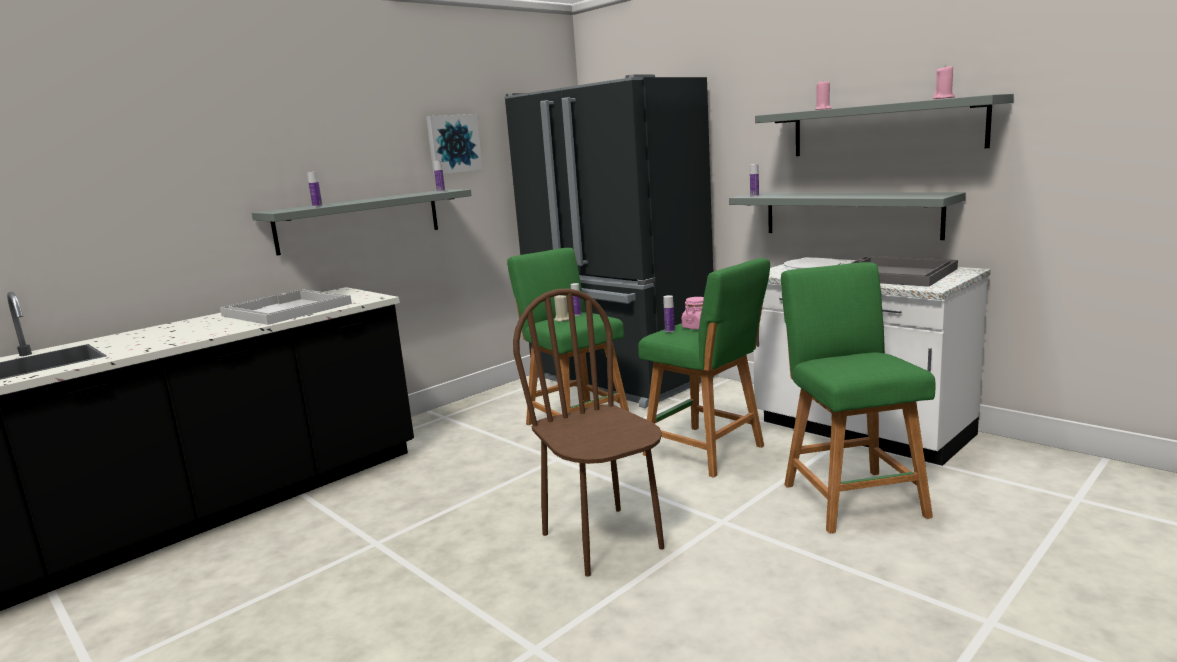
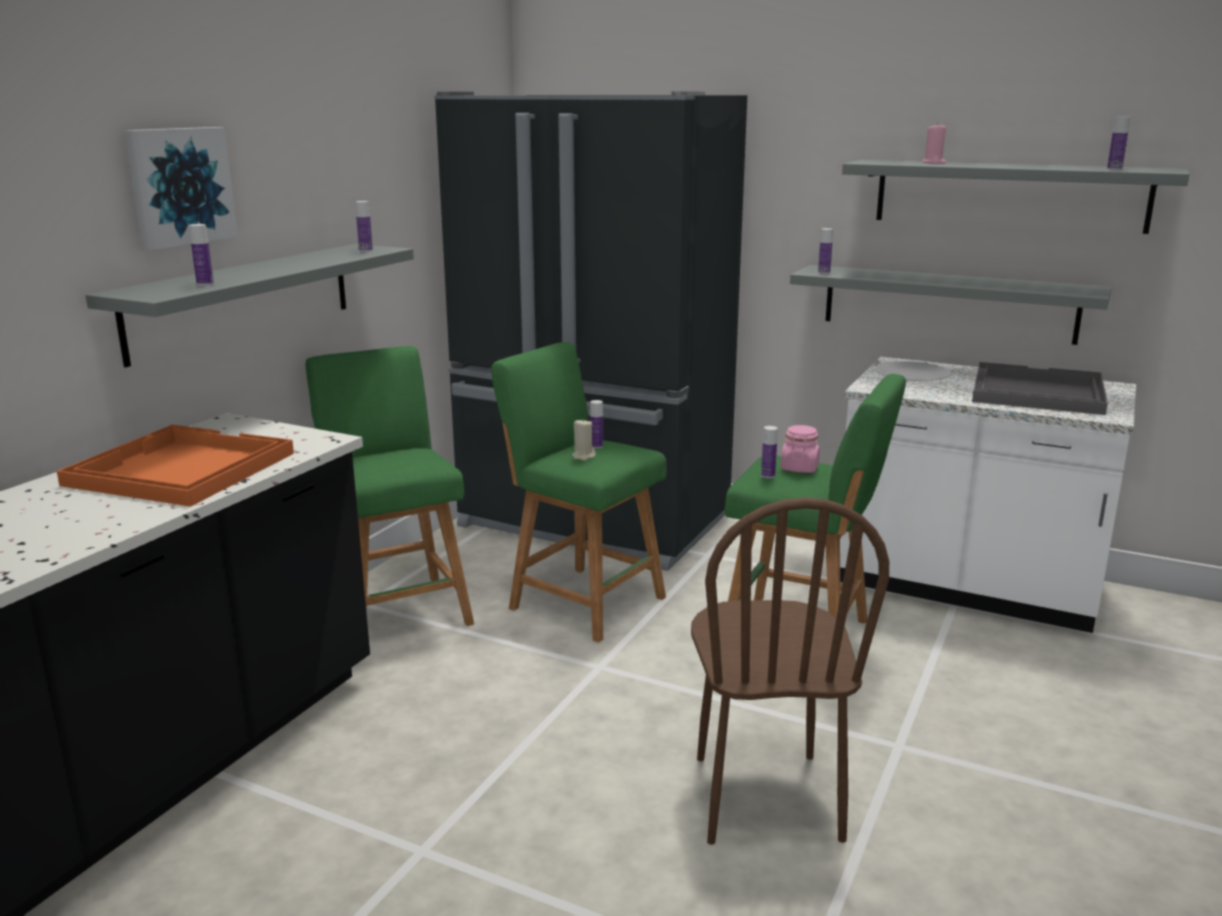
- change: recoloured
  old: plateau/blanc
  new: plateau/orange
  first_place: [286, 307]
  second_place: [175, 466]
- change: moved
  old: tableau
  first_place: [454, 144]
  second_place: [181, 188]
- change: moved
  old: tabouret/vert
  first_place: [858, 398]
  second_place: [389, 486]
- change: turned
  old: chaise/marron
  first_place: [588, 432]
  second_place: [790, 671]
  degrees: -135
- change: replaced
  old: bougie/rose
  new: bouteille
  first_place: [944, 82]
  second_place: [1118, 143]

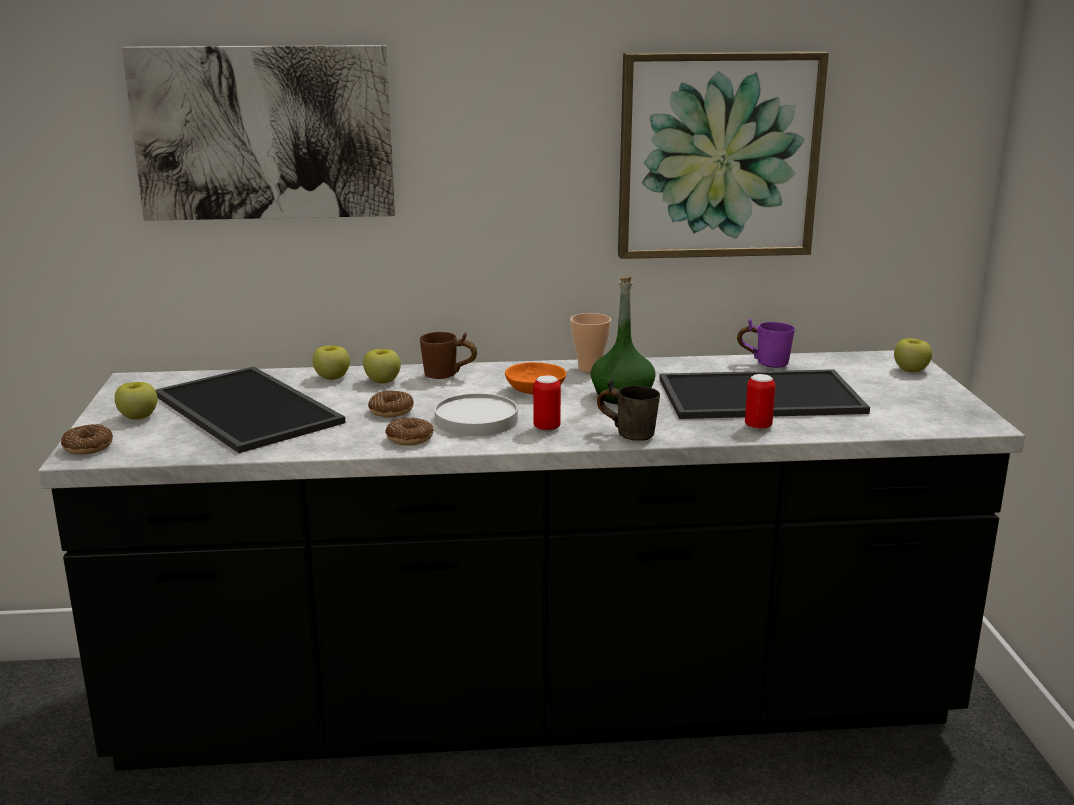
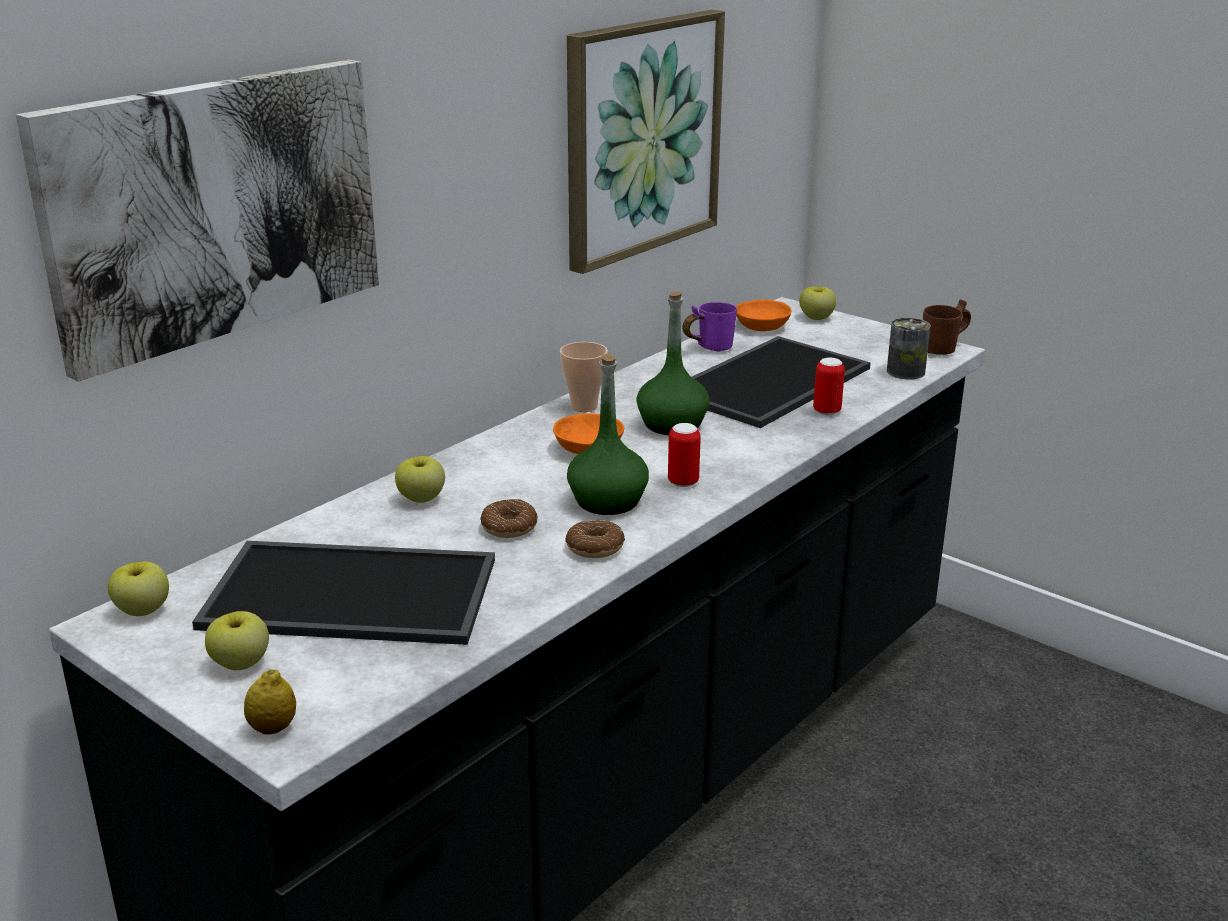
- change: moved
  old: pomme
  first_place: [331, 362]
  second_place: [138, 588]
- change: replaced
  old: beignet
  new: citron
  first_place: [87, 439]
  second_place: [270, 702]
- change: replaced
  old: assiette/blanc
  new: bouteille/vert
  first_place: [476, 414]
  second_place: [608, 434]
- change: added
  new: bol/orange
  second_place: [764, 315]
- change: added
  new: boîte métallique
  second_place: [909, 348]
- change: moved
  old: mug/marron
  first_place: [448, 355]
  second_place: [947, 327]
- change: removed
  old: mug/gris
  first_place: [628, 410]

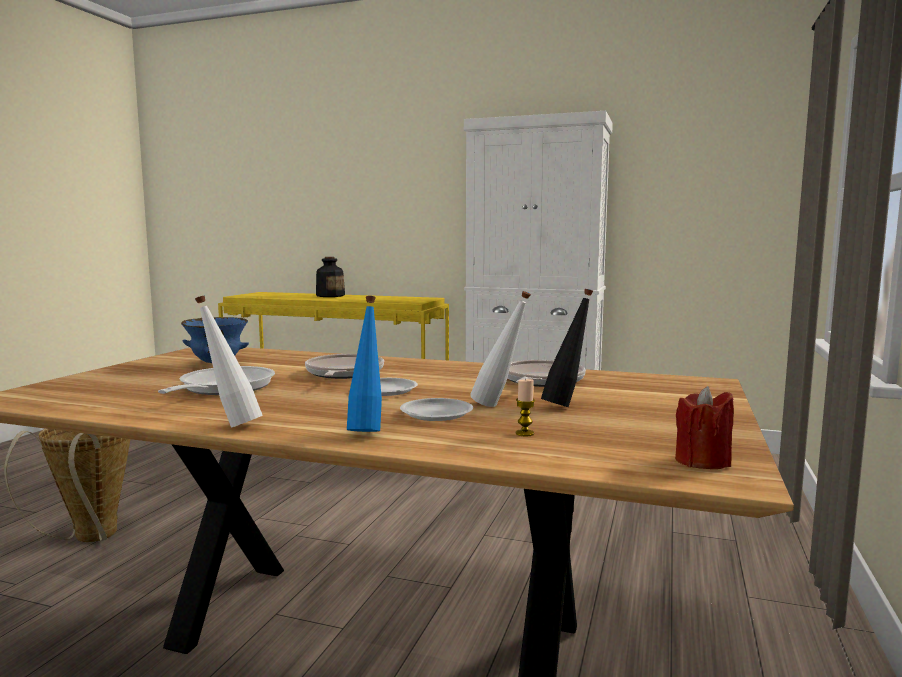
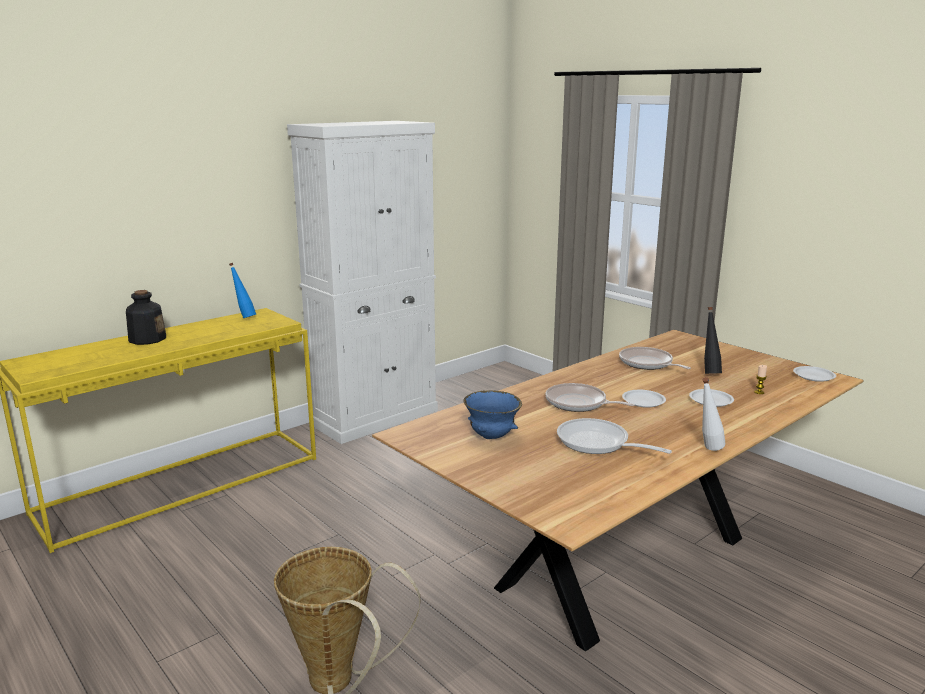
- change: moved
  old: bouteille/bleu
  first_place: [364, 364]
  second_place: [242, 290]
- change: replaced
  old: bougie/rouge
  new: assiette/blanc
  first_place: [704, 427]
  second_place: [814, 374]
- change: removed
  old: bouteille/blanc
  first_place: [500, 349]

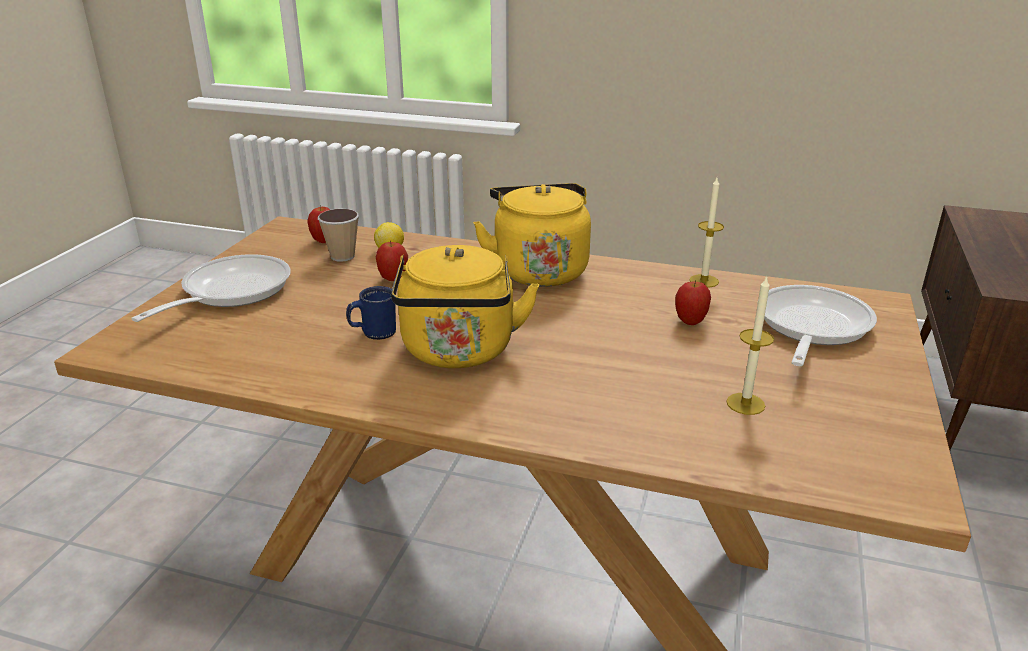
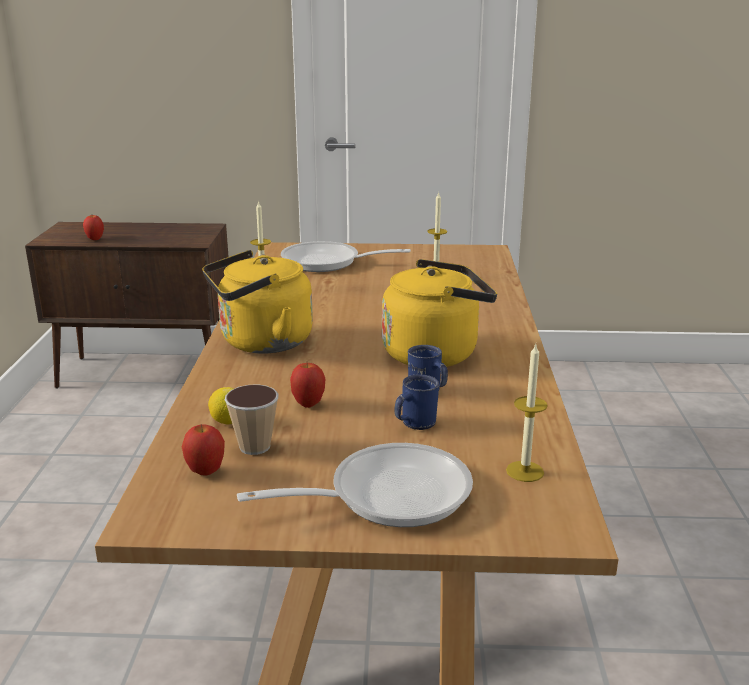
- change: moved
  old: pomme
  first_place: [693, 303]
  second_place: [93, 227]
- change: turned
  old: poêle
  first_place: [211, 288]
  second_place: [355, 485]
  degrees: 150
- change: added
  new: mug/bleu
  second_place: [416, 402]
- change: added
  new: bougie
  second_place: [527, 413]

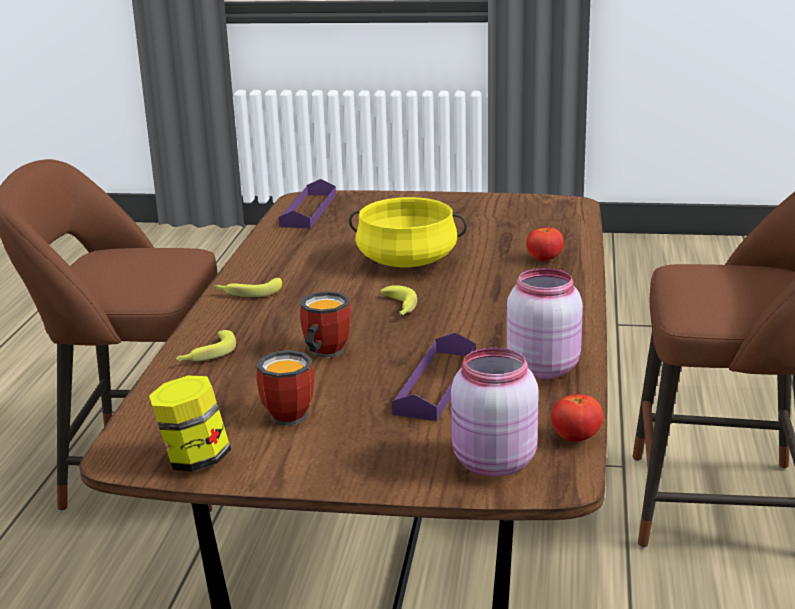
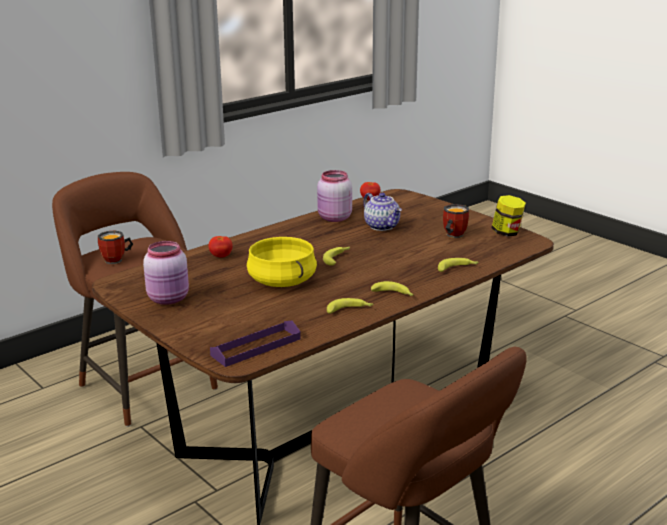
- change: moved
  old: mug
  first_place: [325, 324]
  second_place: [115, 247]
- change: moved
  old: bocal/rose
  first_place: [495, 412]
  second_place: [166, 273]
- change: added
  new: banane
  second_place: [350, 306]
- change: replaced
  old: plateau/violet
  new: théière
  first_place: [434, 376]
  second_place: [383, 212]

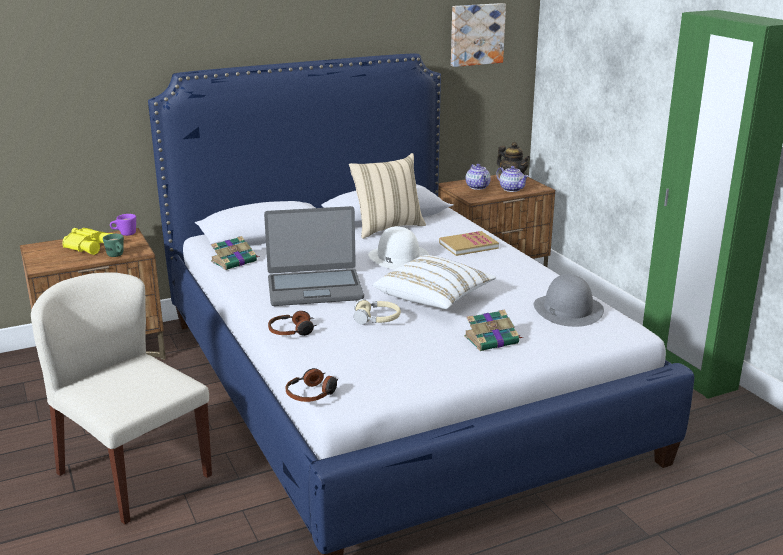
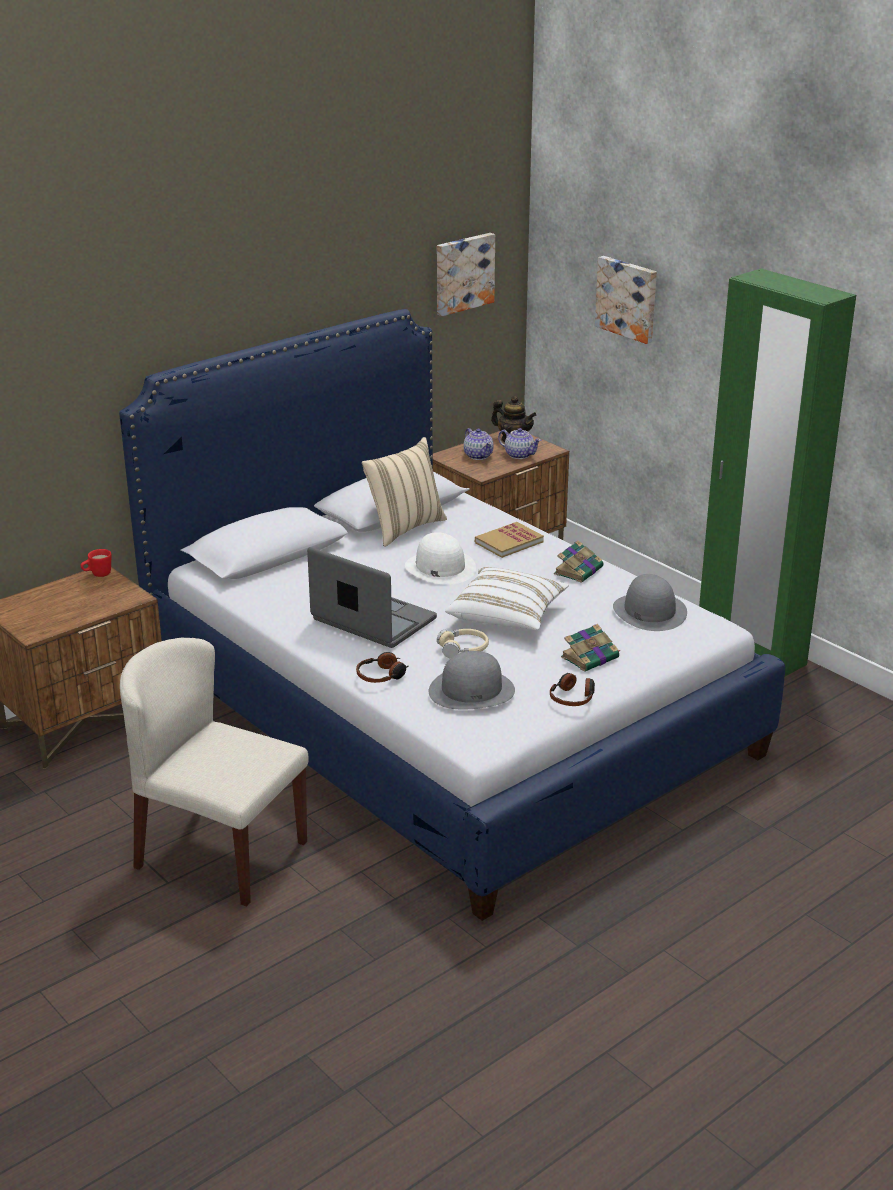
- change: recoloured
  old: mug/violet
  new: mug/rouge
  first_place: [123, 225]
  second_place: [96, 563]
- change: turned
  old: ordinateur portable
  first_place: [314, 256]
  second_place: [372, 597]
  degrees: -120
- change: added
  new: chapeau/gris
  second_place: [472, 680]
- change: moved
  old: casque audio
  first_place: [311, 385]
  second_place: [572, 689]
- change: moved
  old: livre
  first_place: [235, 253]
  second_place: [578, 561]
- change: added
  new: tableau
  second_place: [626, 300]
- change: removed
  old: jumelles/jaune
  first_place: [88, 241]
- change: removed
  old: mug/vert
  first_place: [113, 245]

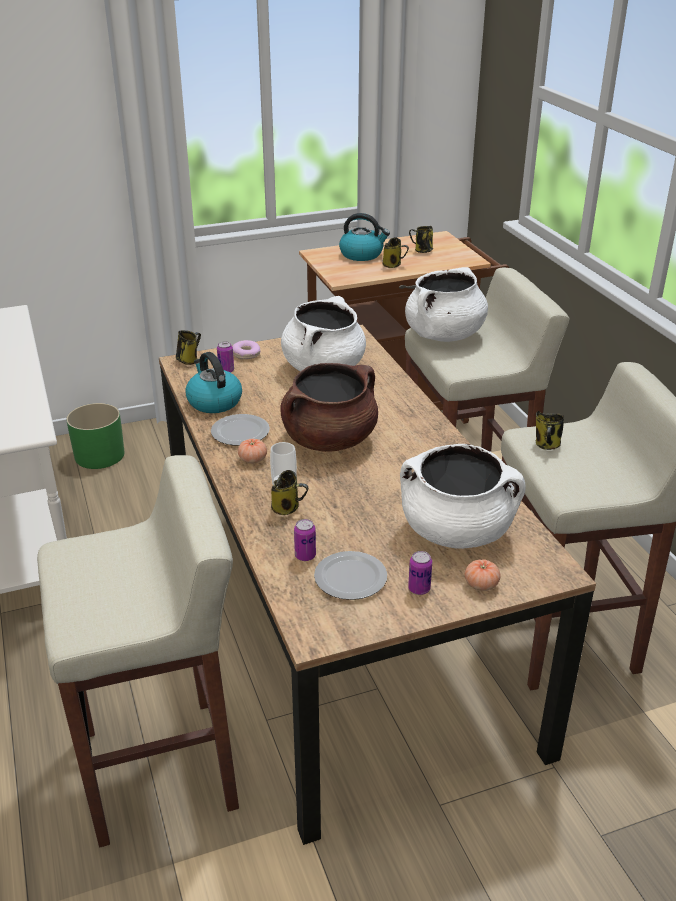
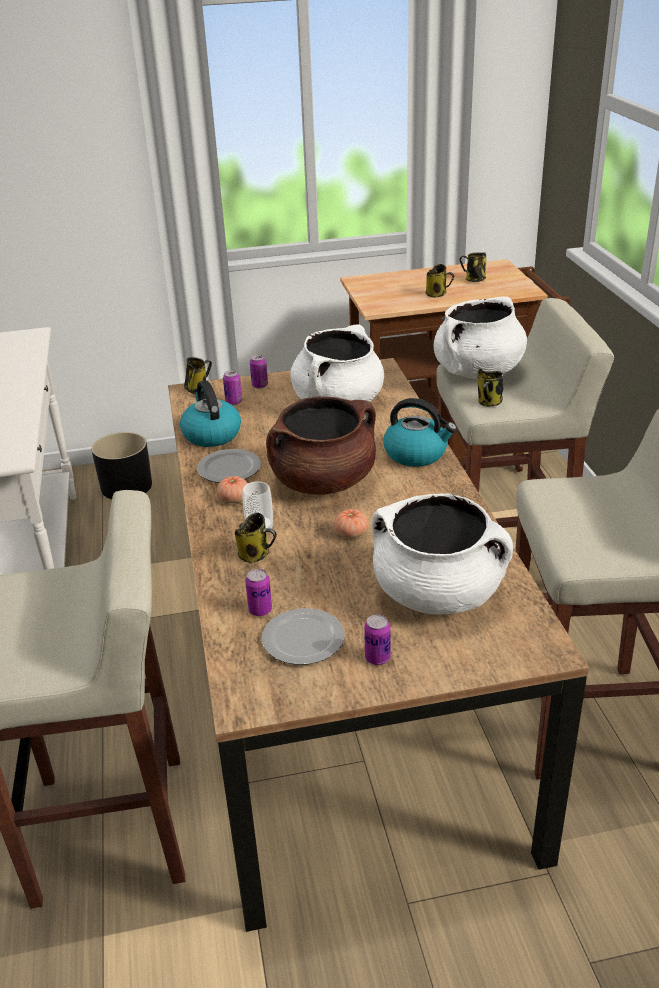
- change: recoloured
  old: cache-pot/vert
  new: cache-pot/noir
  first_place: [95, 436]
  second_place: [122, 465]
- change: replaced
  old: beignet
  new: boîte métallique
  first_place: [246, 349]
  second_place: [259, 372]
- change: moved
  old: tomate
  first_place: [482, 575]
  second_place: [351, 523]
- change: moved
  old: bouilloire
  first_place: [364, 237]
  second_place: [420, 432]
- change: moved
  old: mug
  first_place: [550, 430]
  second_place: [490, 388]

